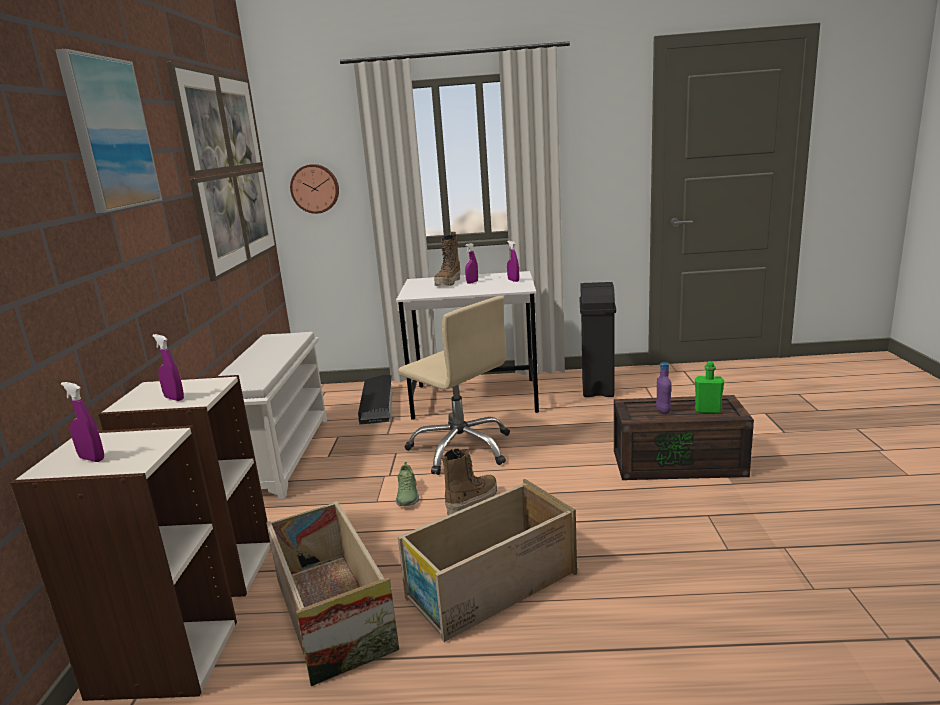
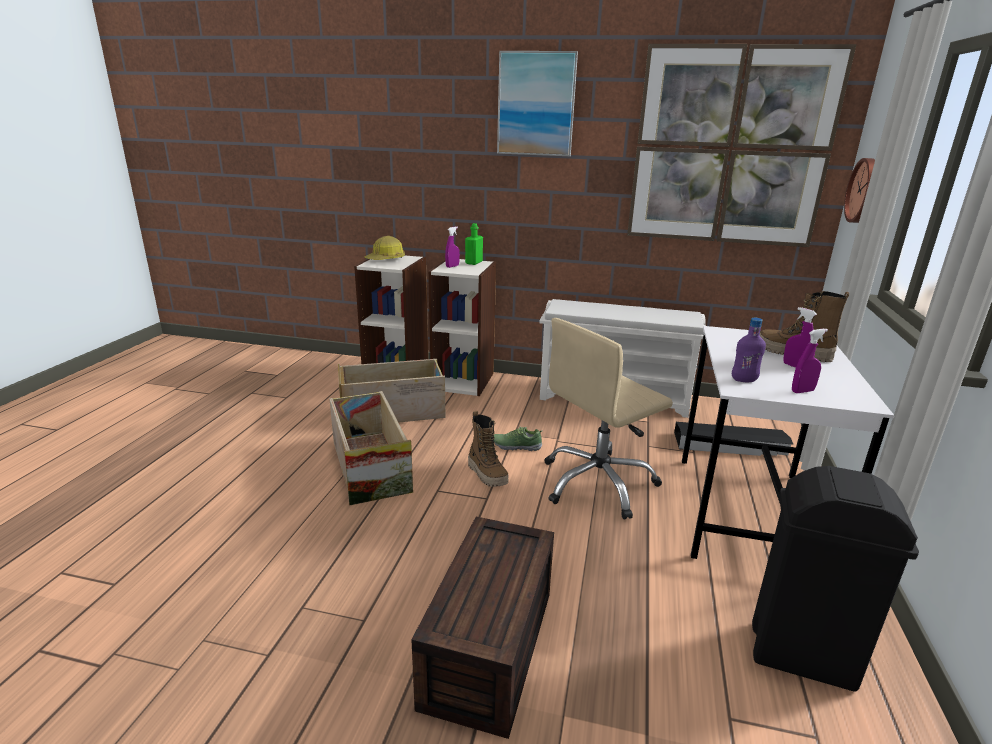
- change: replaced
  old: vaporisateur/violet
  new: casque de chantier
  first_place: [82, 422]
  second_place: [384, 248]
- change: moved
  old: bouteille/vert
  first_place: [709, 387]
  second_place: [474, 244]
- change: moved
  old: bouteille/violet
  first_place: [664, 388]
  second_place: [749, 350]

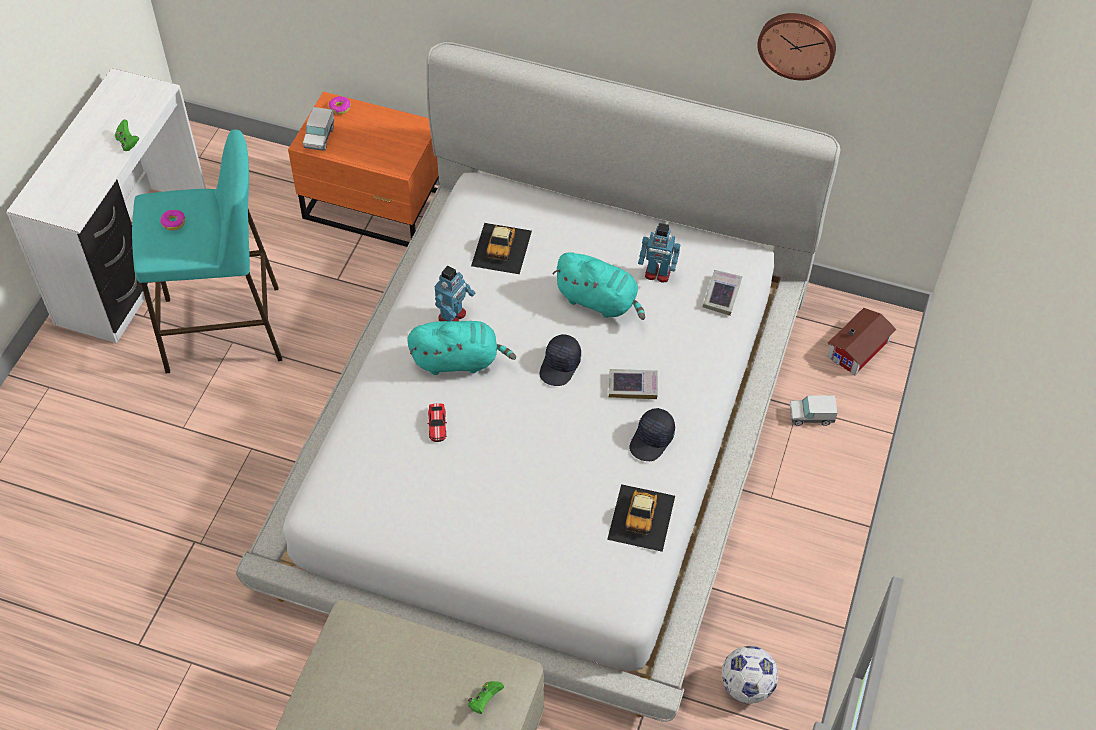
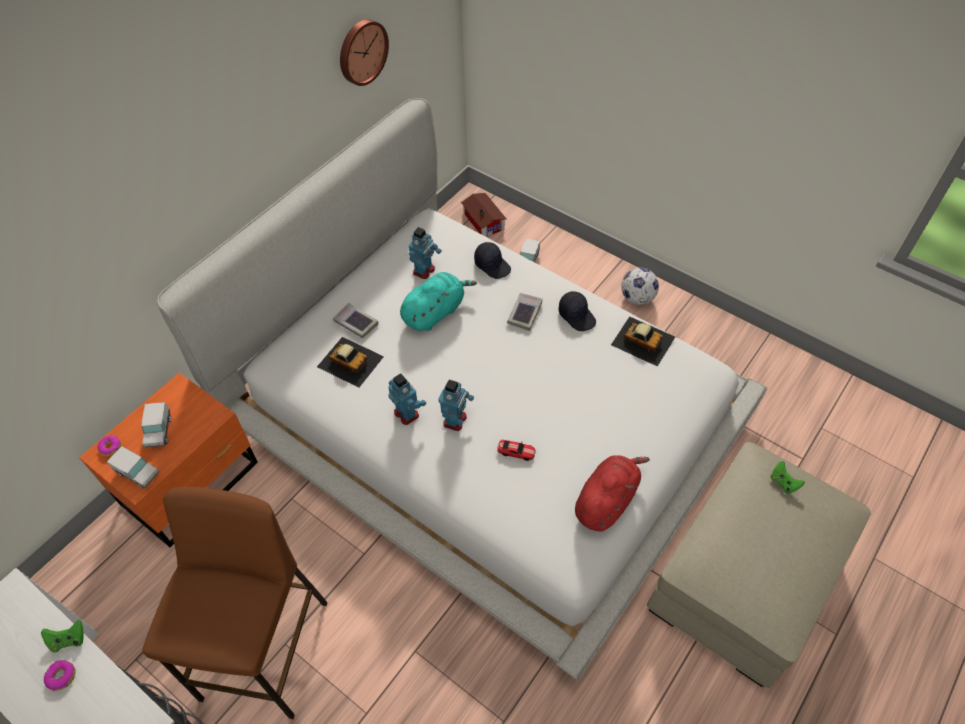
- change: moved
  old: beignet
  first_place: [172, 220]
  second_place: [60, 675]
- change: added
  new: camion jouet
  second_place: [156, 425]
- change: recoloured
  old: tabouret/turquoise
  new: tabouret/marron
  first_place: [207, 251]
  second_place: [235, 603]
- change: moved
  old: livre
  first_place: [723, 293]
  second_place: [355, 320]
- change: replaced
  old: peluche/turquoise
  new: robot jouet
  first_place: [461, 348]
  second_place: [456, 405]
- change: moved
  old: casquette/noir
  first_place: [560, 360]
  second_place: [492, 260]
- change: added
  new: peluche/rouge
  second_place: [612, 493]
- change: moved
  old: ballon de foot
  first_place: [750, 675]
  second_place: [640, 286]

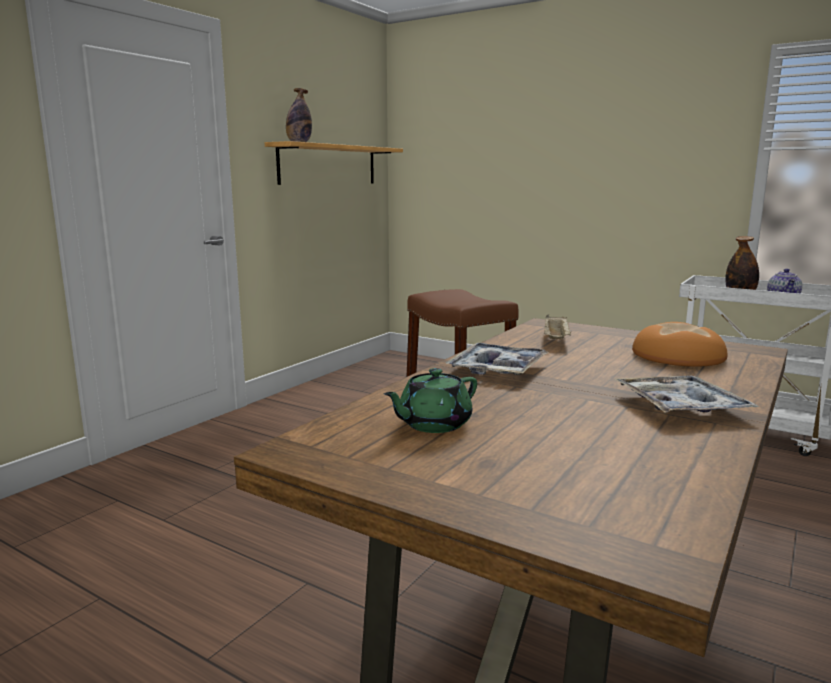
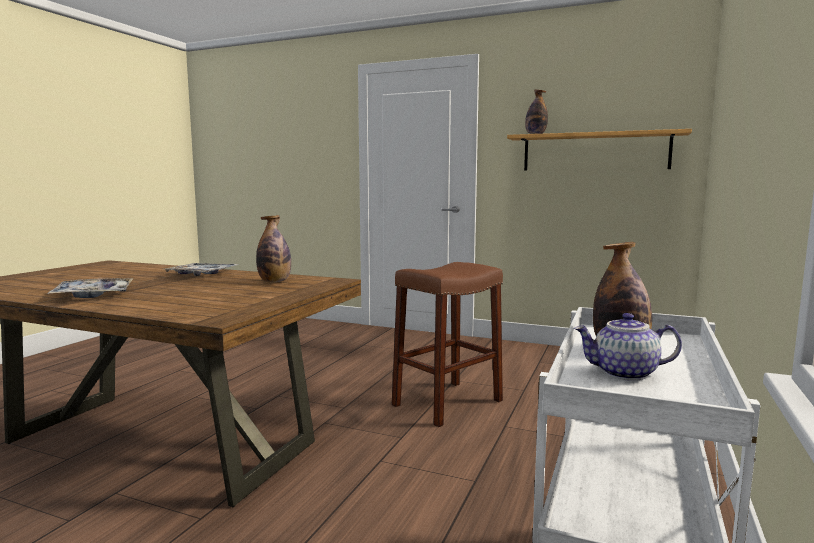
- change: replaced
  old: plateau/beige
  new: bouteille
  first_place: [557, 327]
  second_place: [273, 248]
- change: removed
  old: théière/vert
  first_place: [430, 400]
- change: removed
  old: pain
  first_place: [680, 344]

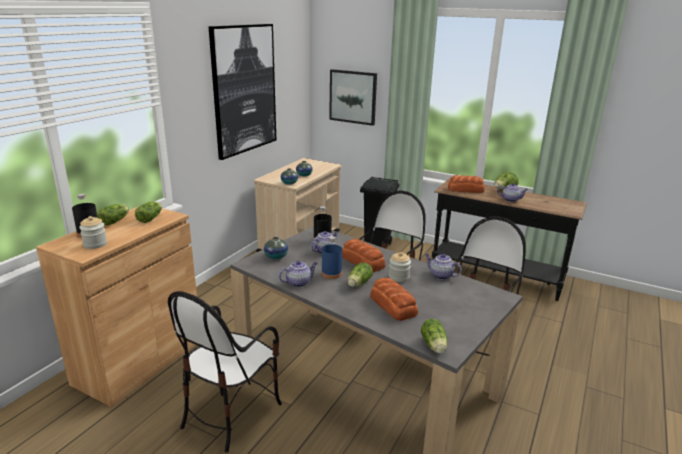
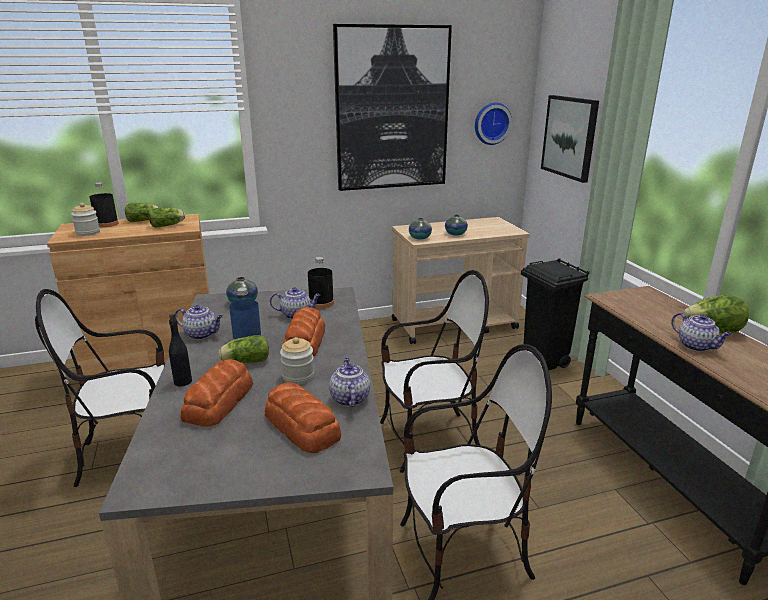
- change: added
  new: bouteille/noir
  second_place: [180, 349]
- change: moved
  old: pain
  first_place: [466, 184]
  second_place: [303, 417]
- change: added
  new: horloge murale
  second_place: [493, 123]
- change: removed
  old: laitue
  first_place: [434, 336]

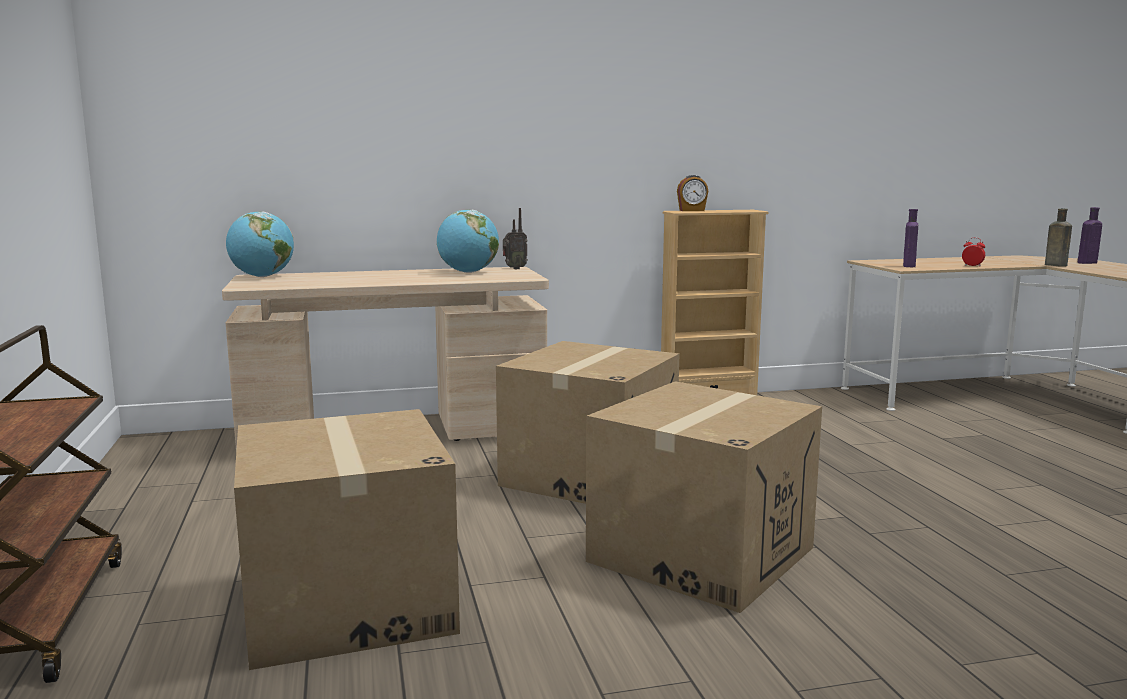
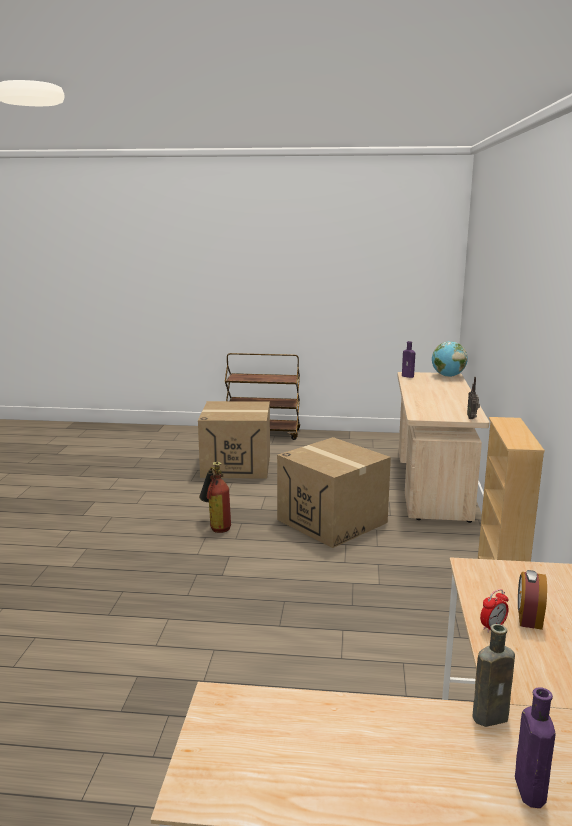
- change: replaced
  old: carton
  new: extincteur
  first_place: [704, 497]
  second_place: [215, 497]
- change: moved
  old: bouteille/violet
  first_place: [910, 238]
  second_place: [408, 359]
- change: moved
  old: réveil
  first_place: [693, 193]
  second_place: [532, 600]
- change: removed
  old: globe
  first_place: [468, 241]

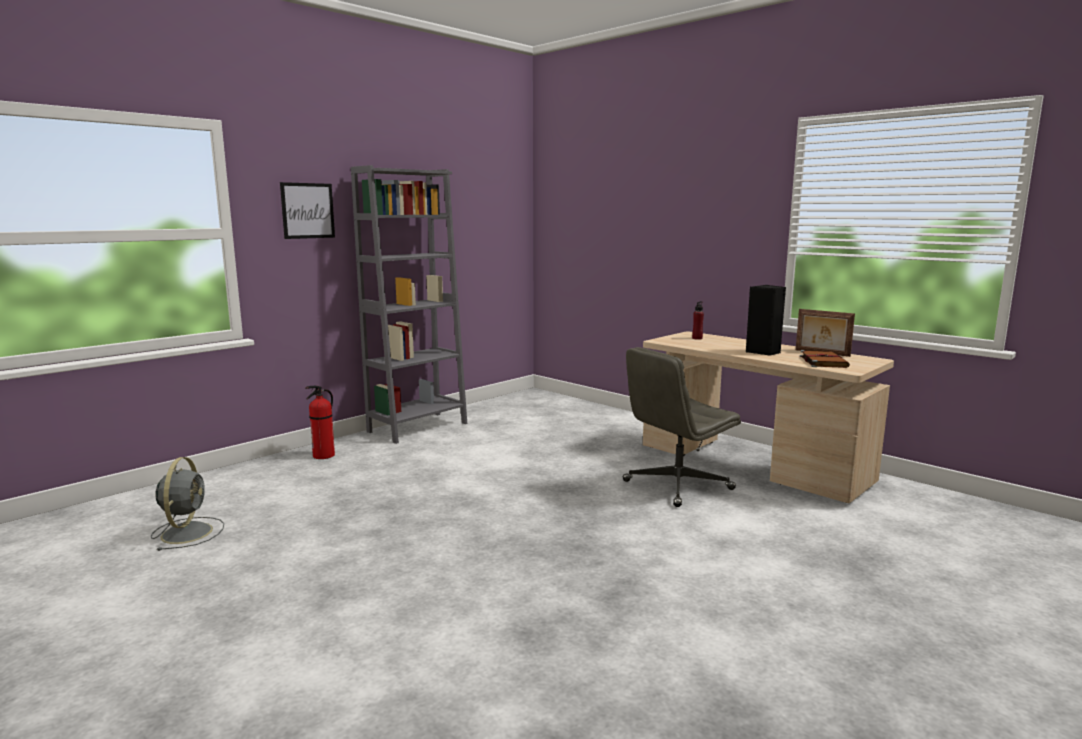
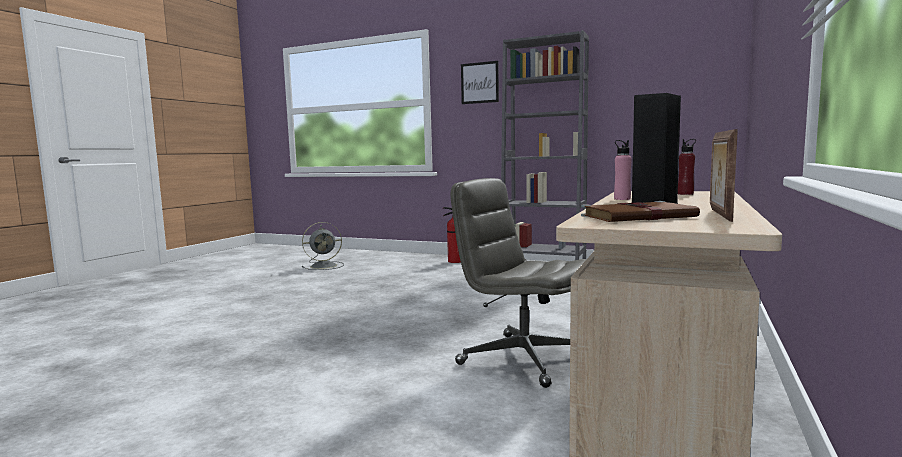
- change: added
  new: bouteille/rose
  second_place: [623, 170]

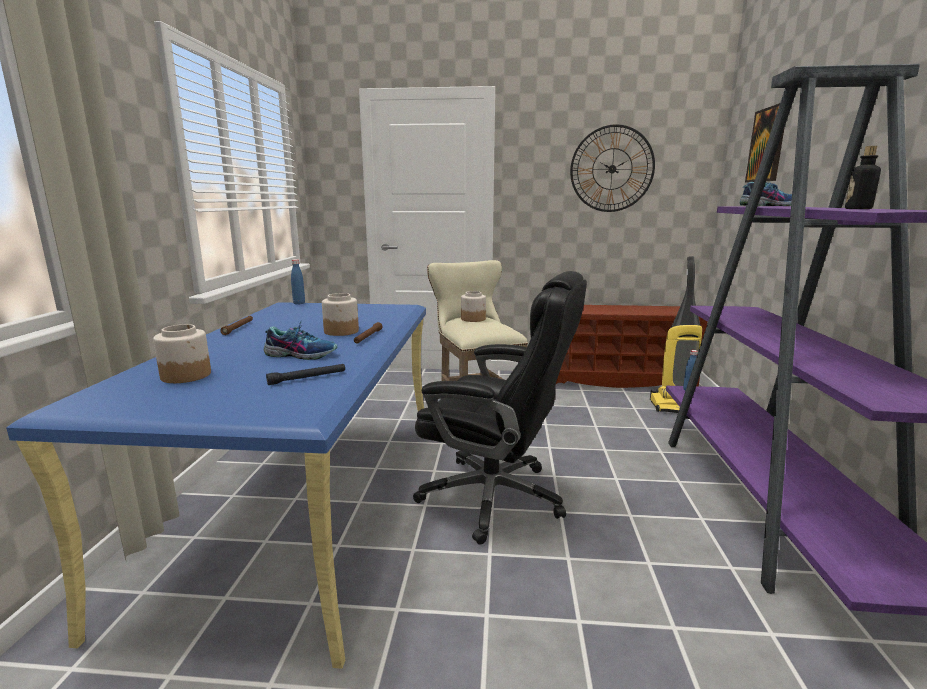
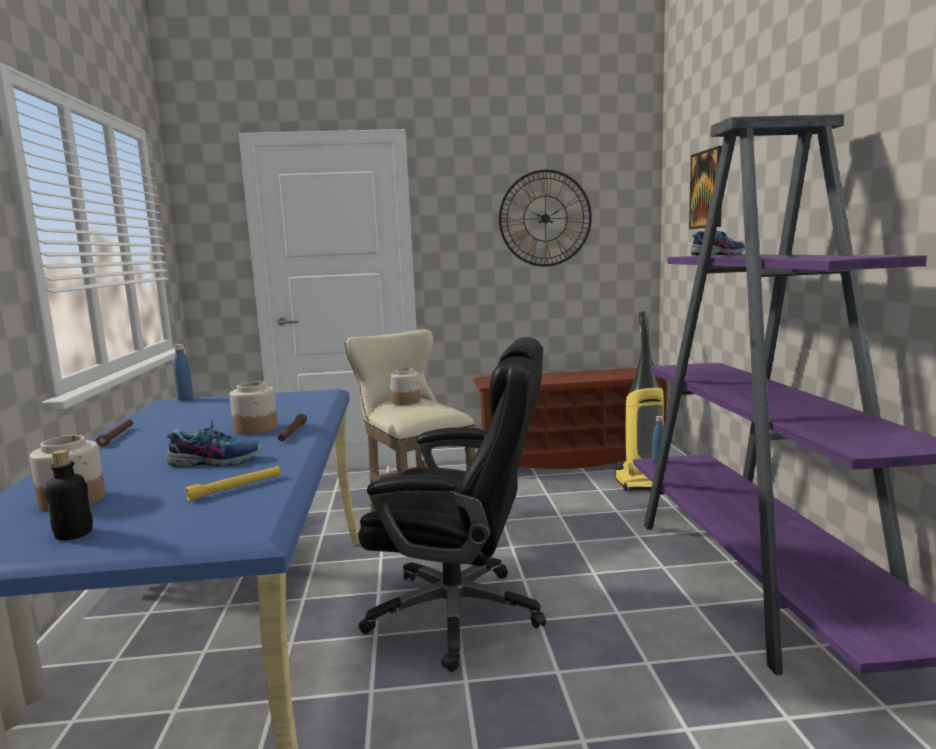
- change: moved
  old: bouteille
  first_place: [863, 177]
  second_place: [69, 495]
- change: recoloured
  old: lampe de poche/noir
  new: lampe de poche/jaune
  first_place: [305, 374]
  second_place: [233, 483]

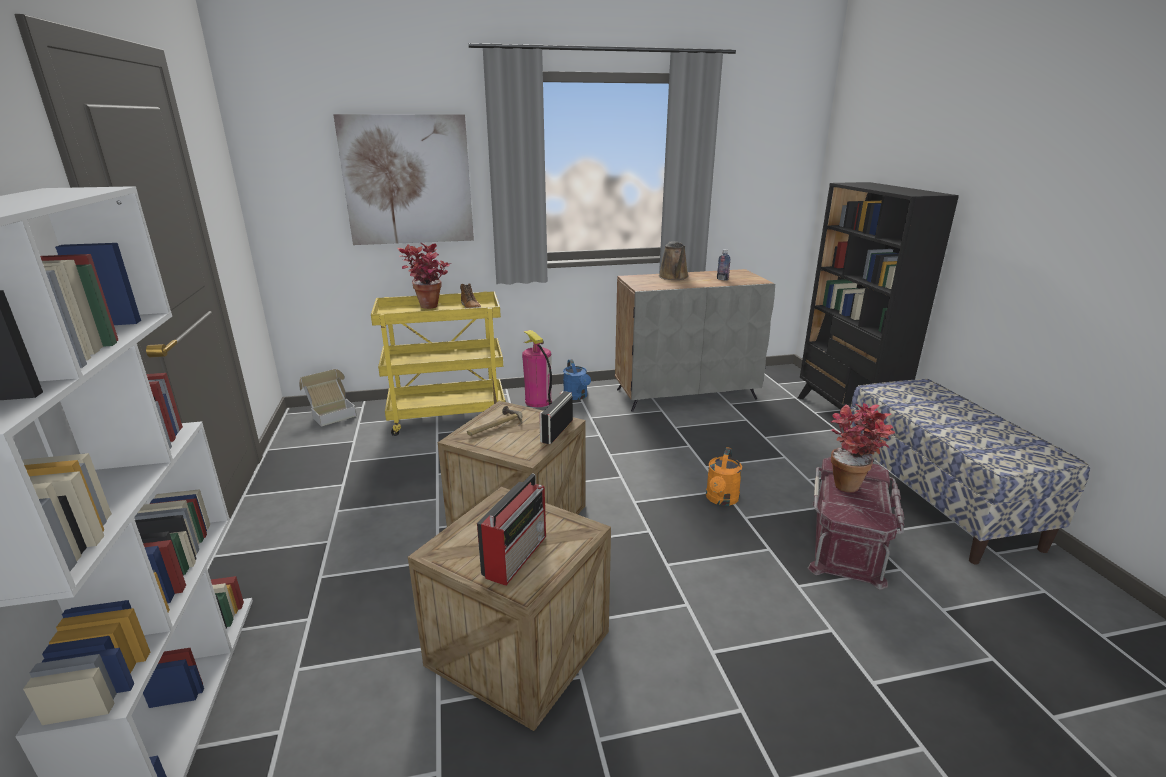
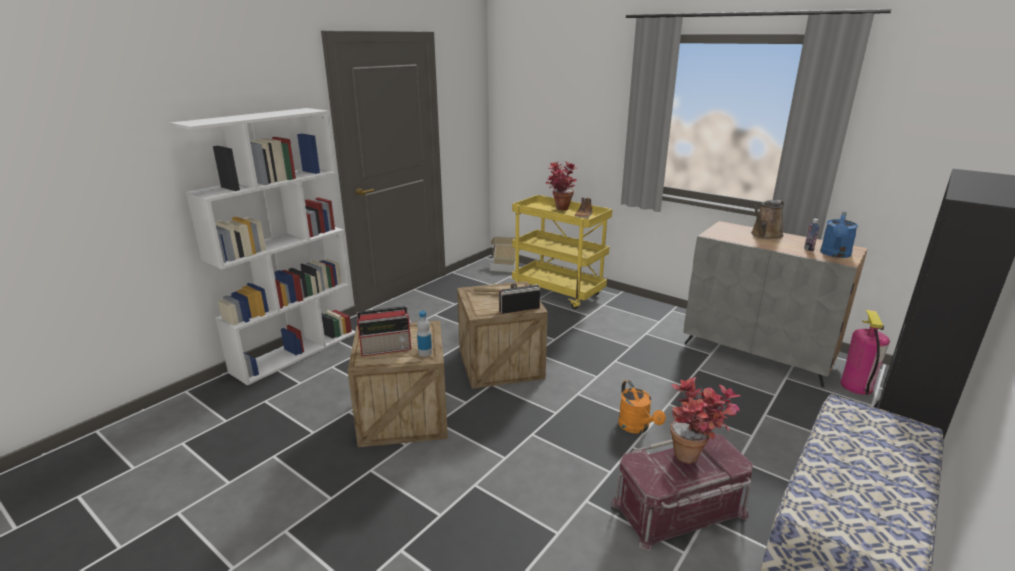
- change: added
  new: bouteille
  second_place: [424, 334]
- change: turned
  old: arrosoir/orange
  first_place: [724, 476]
  second_place: [642, 407]
  degrees: -90
- change: moved
  old: arrosoir/bleu
  first_place: [577, 379]
  second_place: [839, 234]
- change: moved
  old: extincteur
  first_place: [537, 368]
  second_place: [865, 352]
- change: removed
  old: tableau
  first_place: [403, 179]

